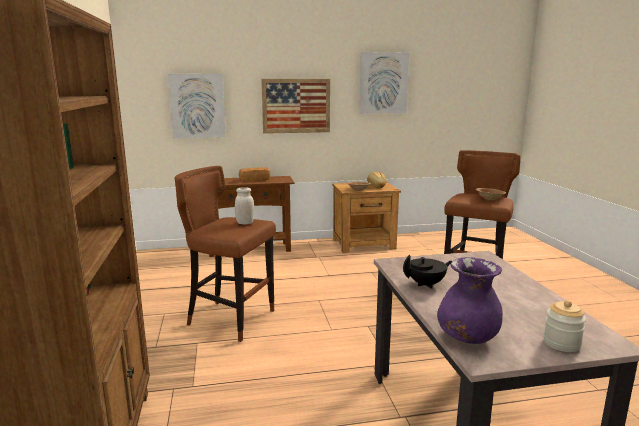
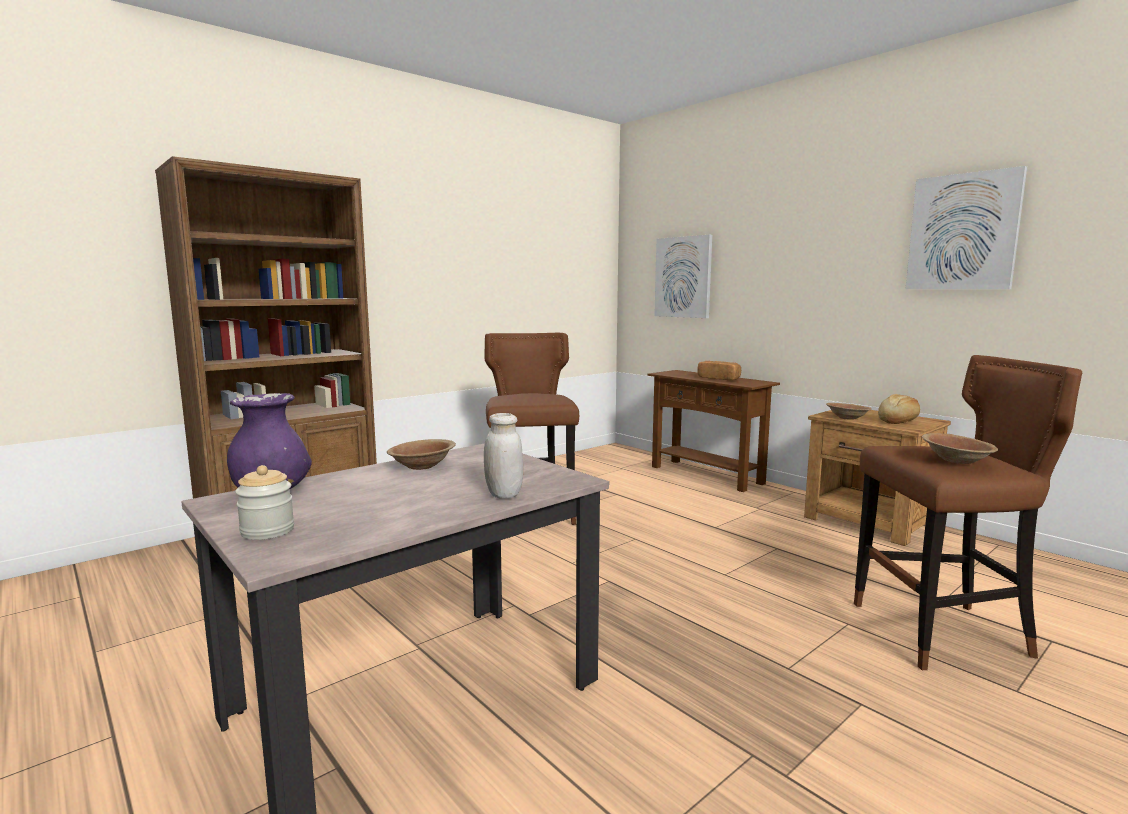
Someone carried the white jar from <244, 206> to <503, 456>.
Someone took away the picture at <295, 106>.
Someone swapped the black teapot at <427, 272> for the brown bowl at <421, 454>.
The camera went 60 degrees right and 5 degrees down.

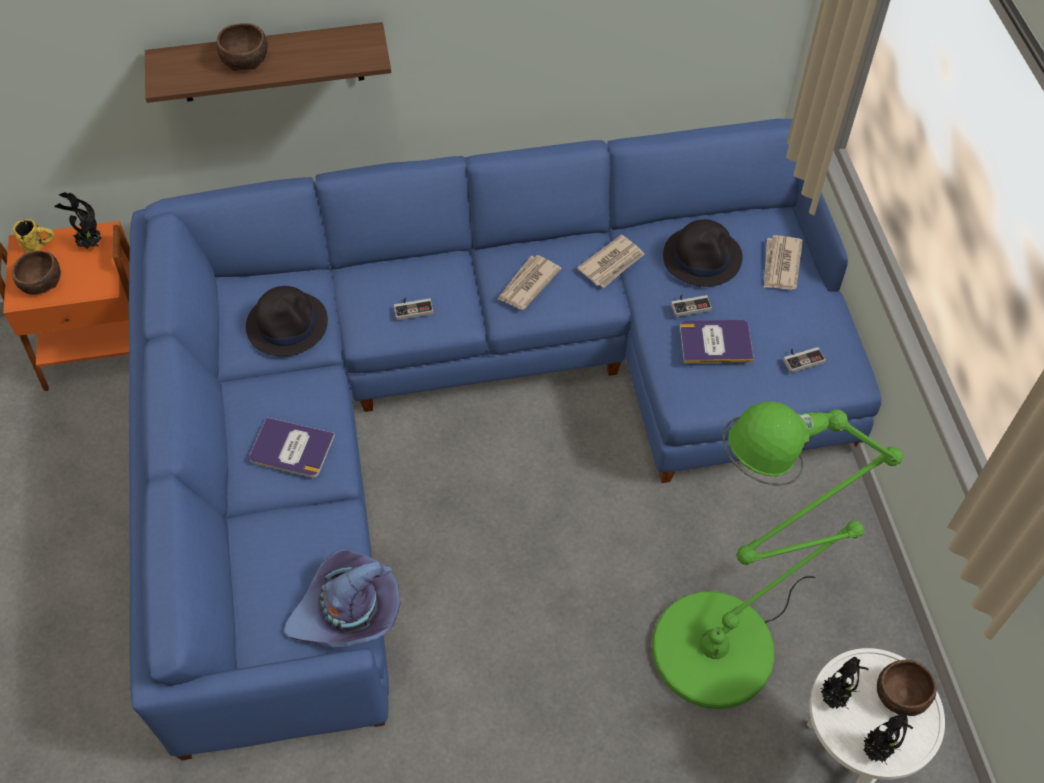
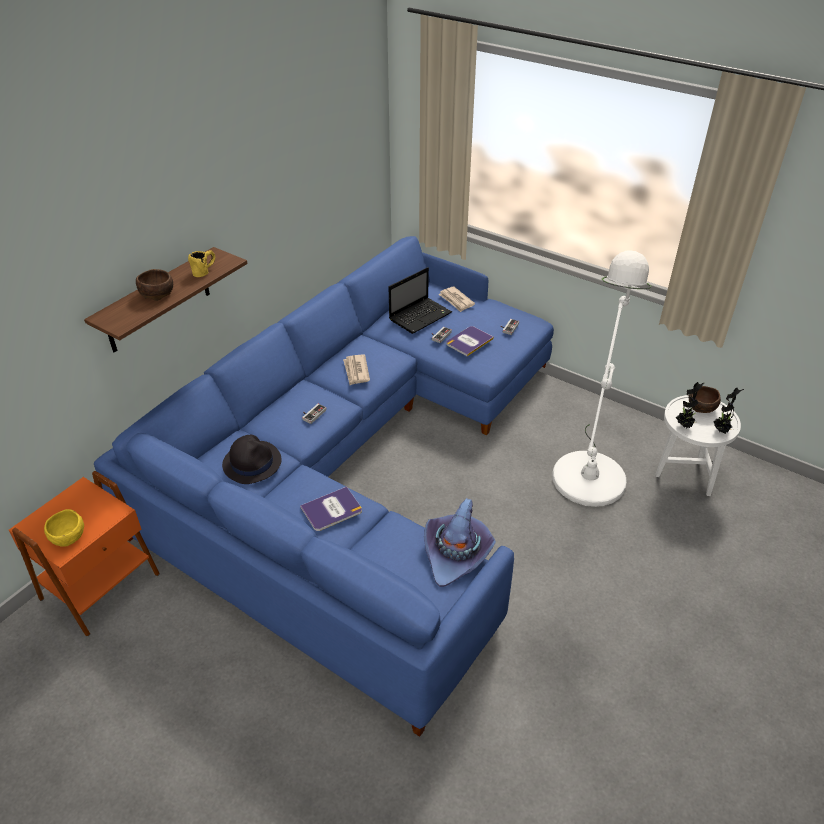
Someone carried the yellow mug from <33, 235> to <201, 264>.
Someone repainted the brown bowl at <37, 273>, which became the yellow bowl at <64, 528>.
Someone took away the potted plant at <77, 220>.
Someone took away the newspaper at <610, 261>.
Someone repainted the green floor lamp at <777, 555>, which became the white floor lamp at <601, 378>.
Someone swapped the black hat at <702, 253> for the laptop at <420, 300>.
The camera went 45 degrees left and 15 degrees down.

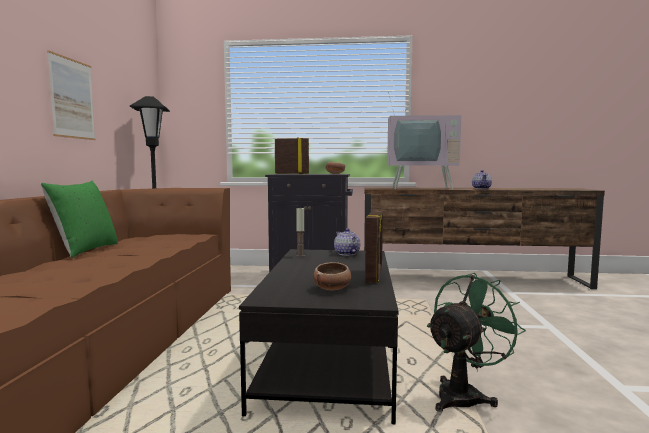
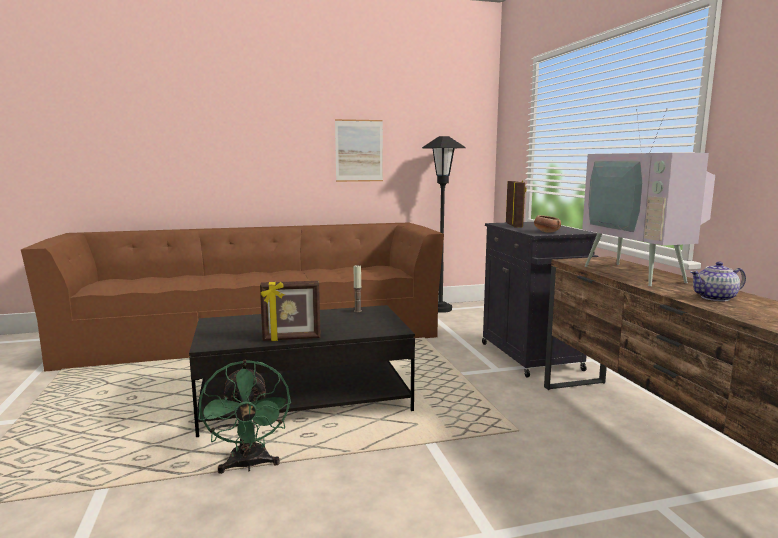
Someone took away the green pillow at <79, 219>.
Someone took away the bowl at <332, 276>.
Someone took away the teapot at <347, 242>.
Someone rotated the green fan at <476, 342> by 45 degrees clockwise.
The camera went 70 degrees right and 5 degrees up.

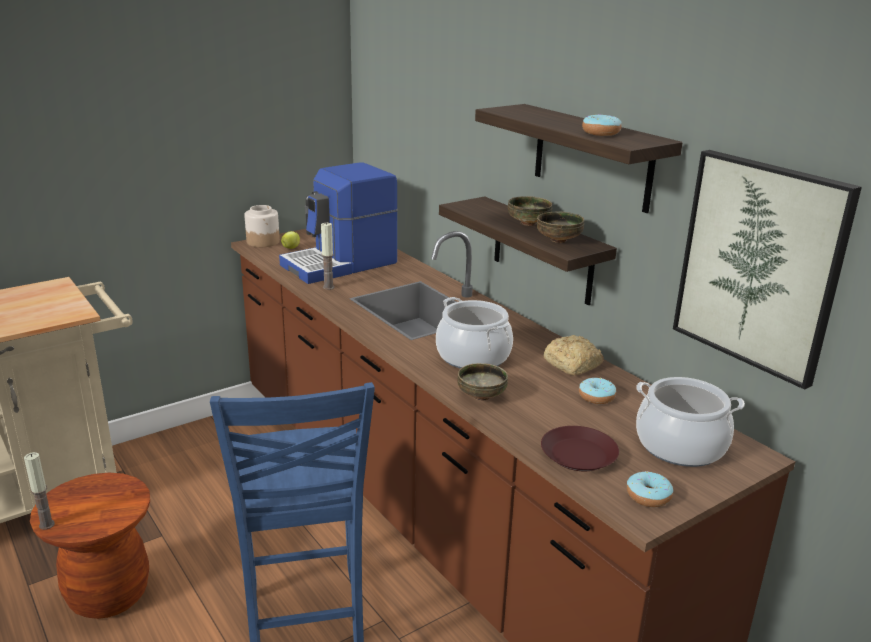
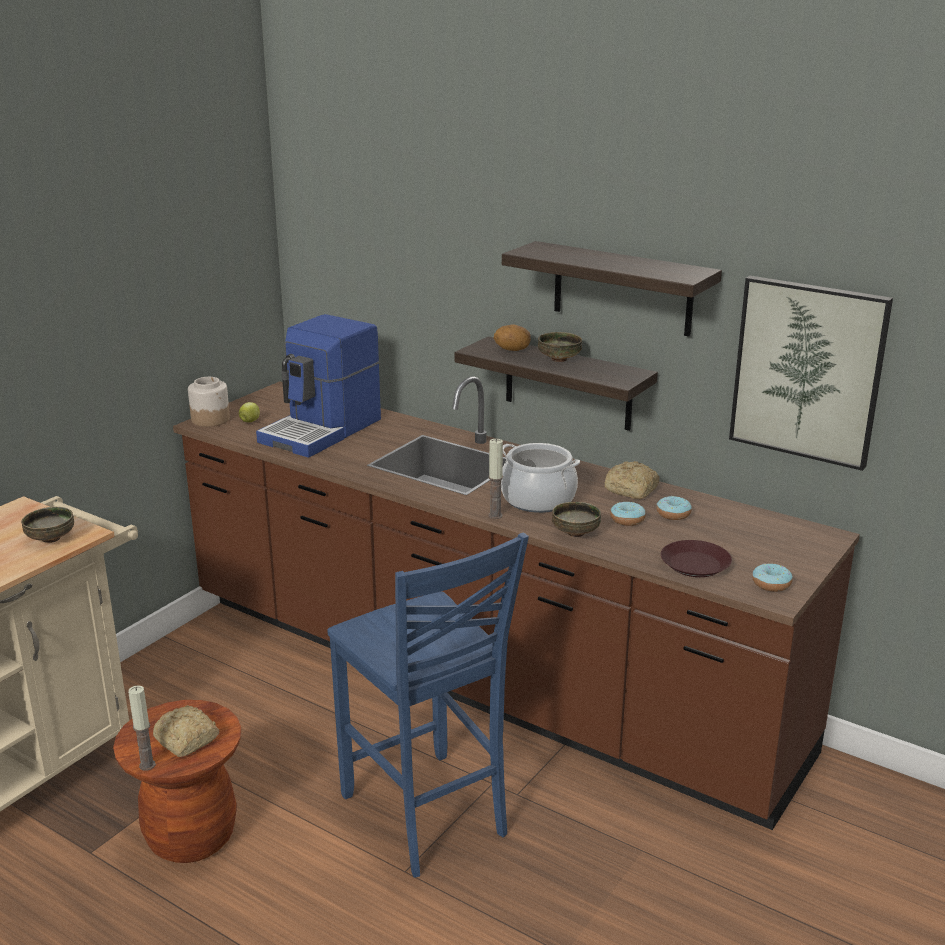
Someone carried the candle from <327, 256> to <495, 479>.
Someone carried the bowl from <560, 227> to <47, 525>.
Someone carried the donut from <602, 125> to <628, 514>.
Someone took away the cooking pot at <690, 422>.
Someone put down the bread at <186, 731>.
Someone put down the potato at <512, 337>.
The camera went 20 degrees left and 0 degrees up.

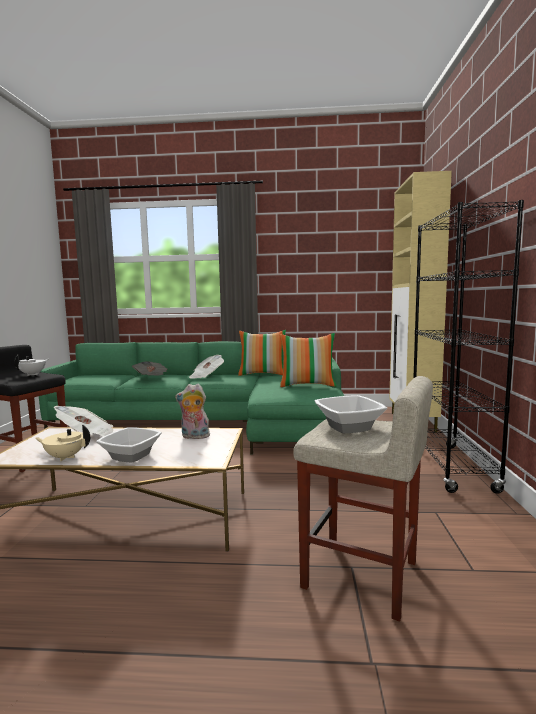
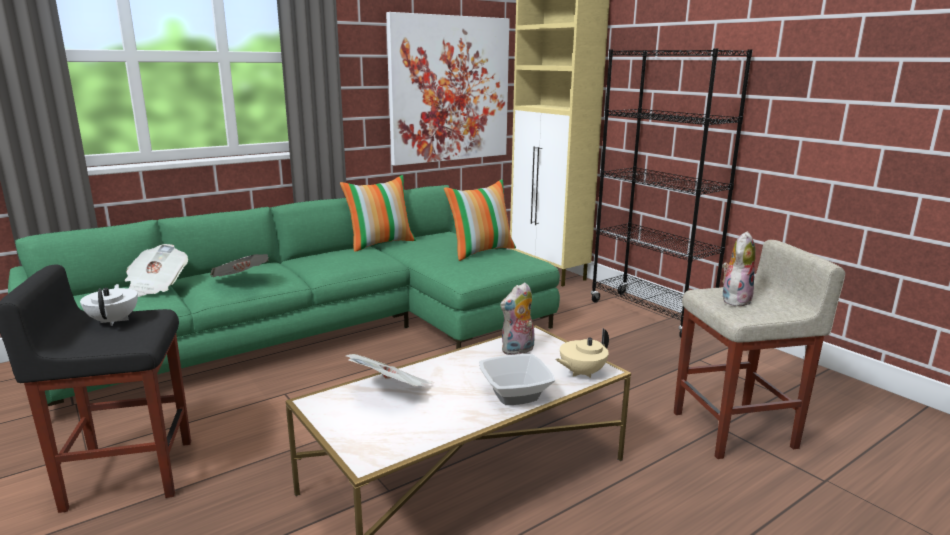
Someone carried the beige teapot from <62, 443> to <582, 353>.
Someone carried the newspaper from <206, 367> to <156, 270>.
Someone swapped the bowl at <350, 414> for the plush toy at <739, 268>.
Someone put up the picture at <448, 89>.
The camera went 40 degrees left and 10 degrees up.

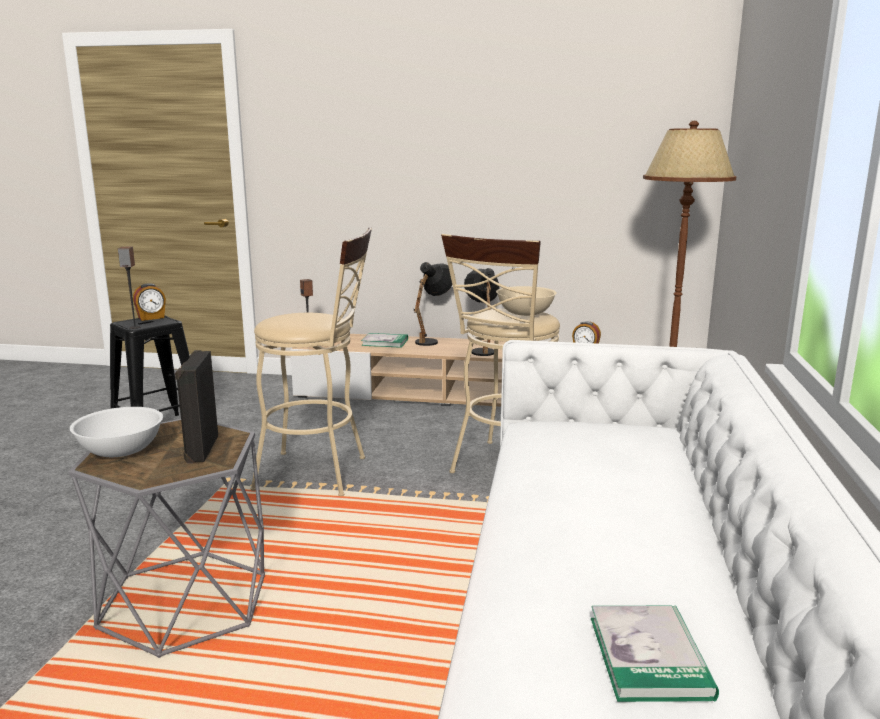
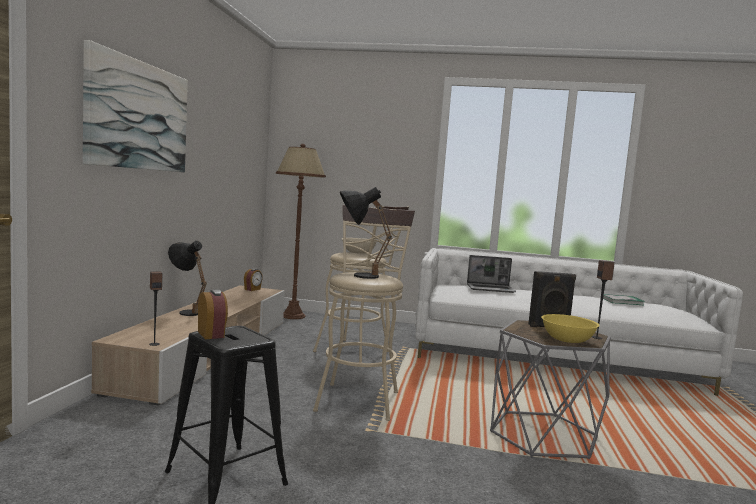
Someone repainted the white bowl at <116, 432>, which became the yellow bowl at <570, 328>.
Someone carried the speaker from <129, 288> to <603, 299>.
Someone took away the book at <384, 340>.
Someone carried the black table lamp from <481, 312> to <366, 233>.
Someone put up the picture at <135, 106>.
Someone put down the laptop at <491, 274>.
The camera went 90 degrees left and 10 degrees down.

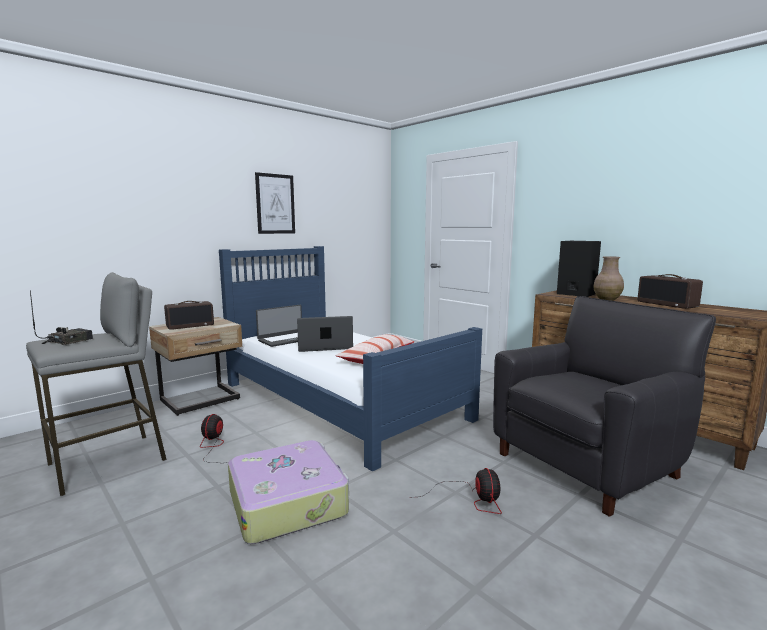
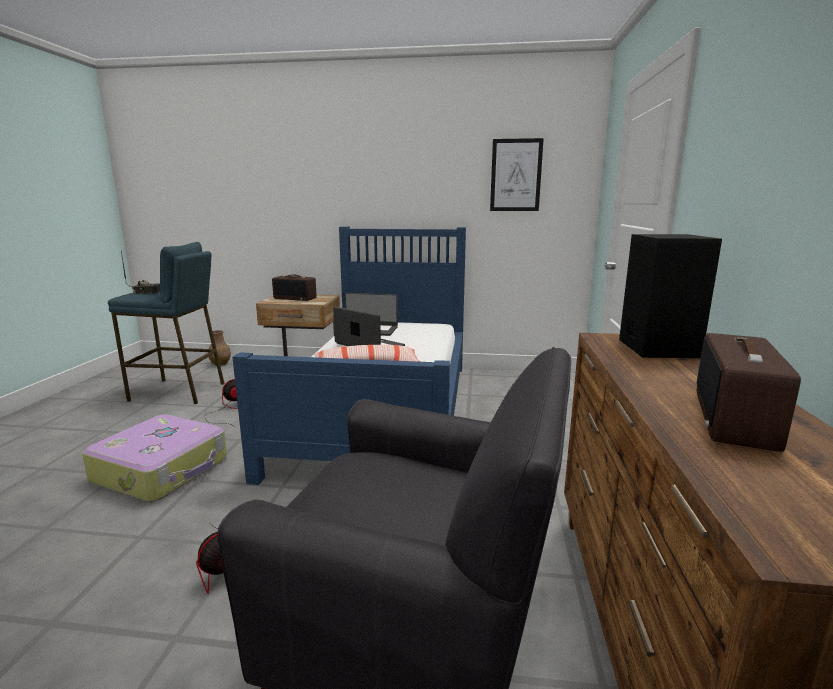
Someone repainted the grey stool at <96, 384>, which became the blue stool at <166, 323>.
Someone carried the picture from <275, 203> to <517, 174>.
Someone carried the brown vase from <608, 278> to <219, 347>.
The camera went 50 degrees right and 5 degrees up.

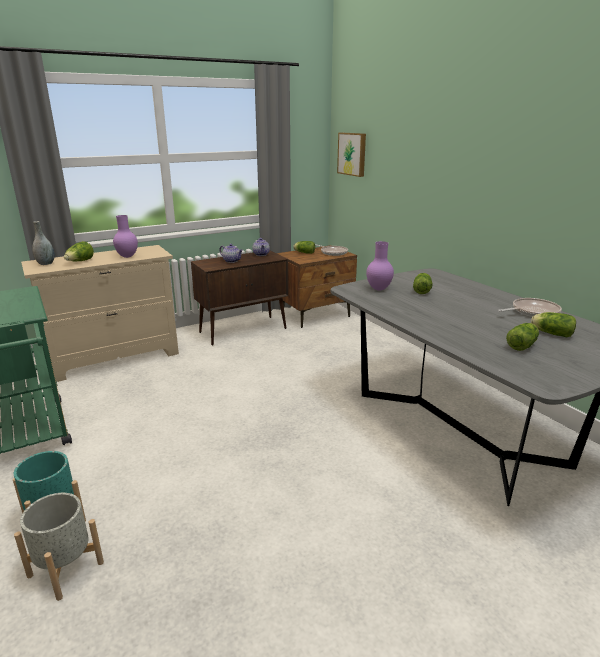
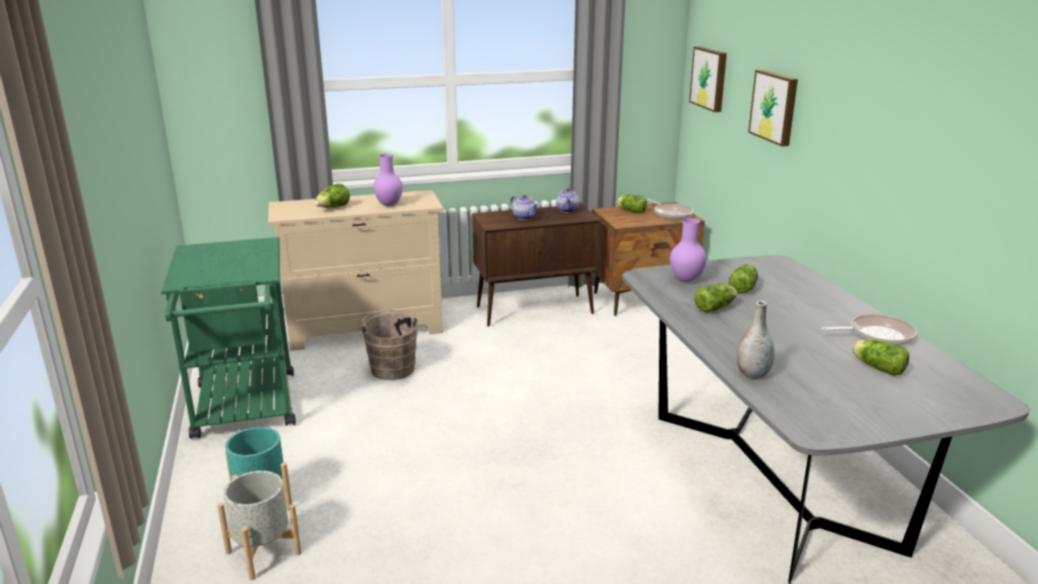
Someone carried the grey vase from <43, 243> to <755, 340>.
Someone carried the lettuce from <522, 337> to <715, 298>.
Someone put down the brown bucket at <389, 345>.
Someone put up the picture at <773, 108>.
The camera went 15 degrees right and 0 degrees up.

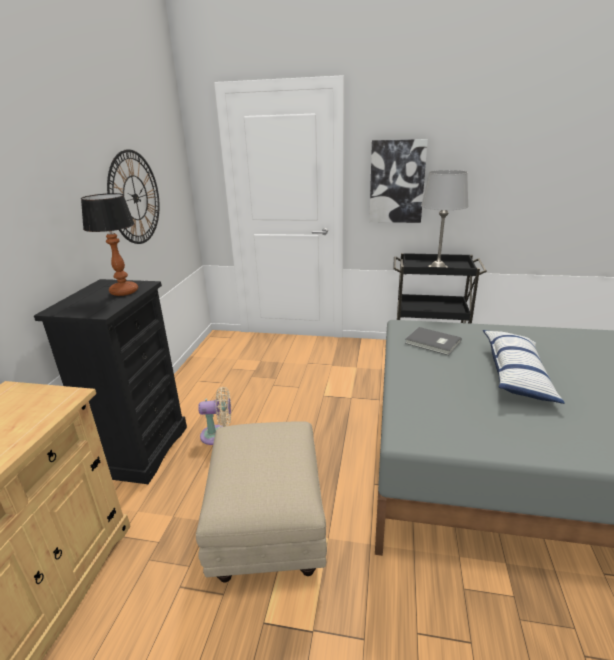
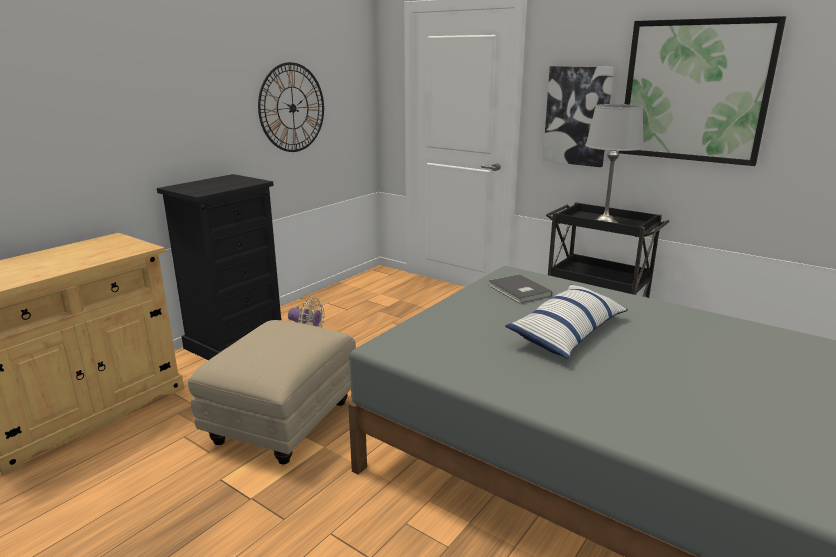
Someone took away the table lamp at <109, 244>.
Someone put up the picture at <702, 91>.
The camera went 25 degrees right and 5 degrees down.

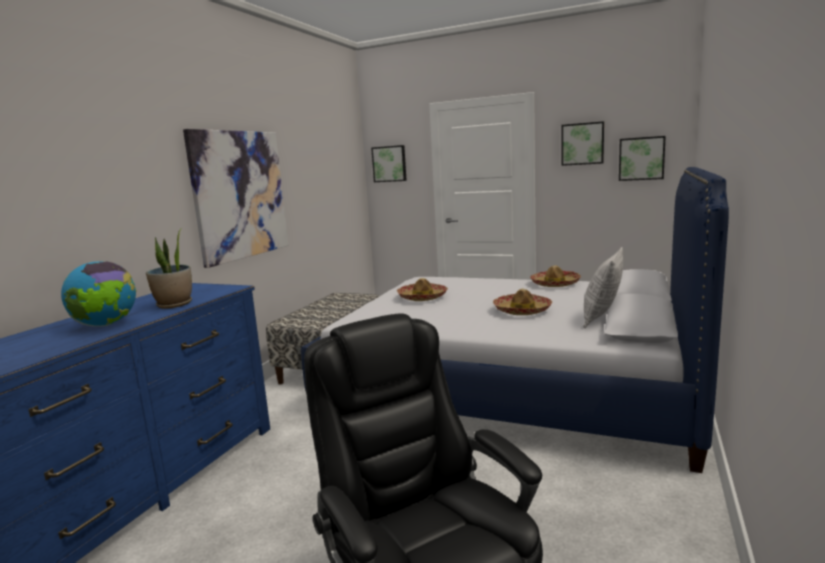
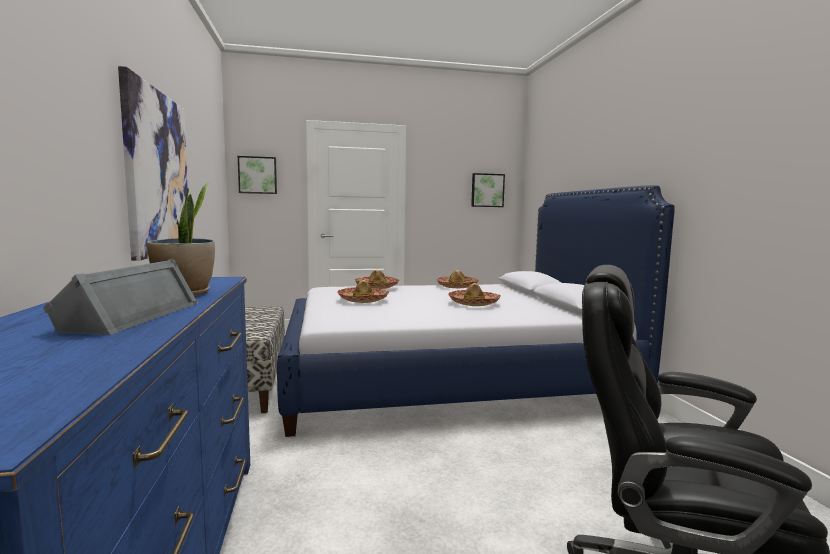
Someone swapped the globe at <98, 294> for the grey speaker at <121, 297>.
Someone took away the picture at <582, 143>.
Someone took away the pillow at <603, 287>.
Someone put down the hat at <376, 279>.
The camera went 35 degrees left and 5 degrees down.

